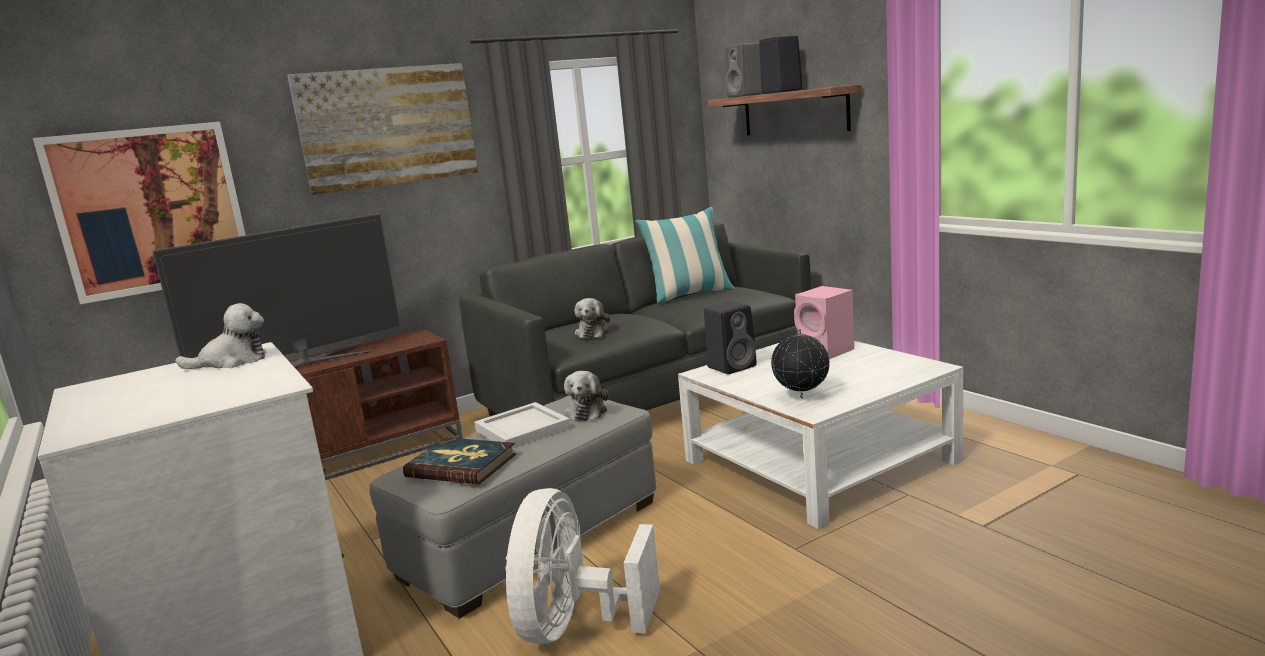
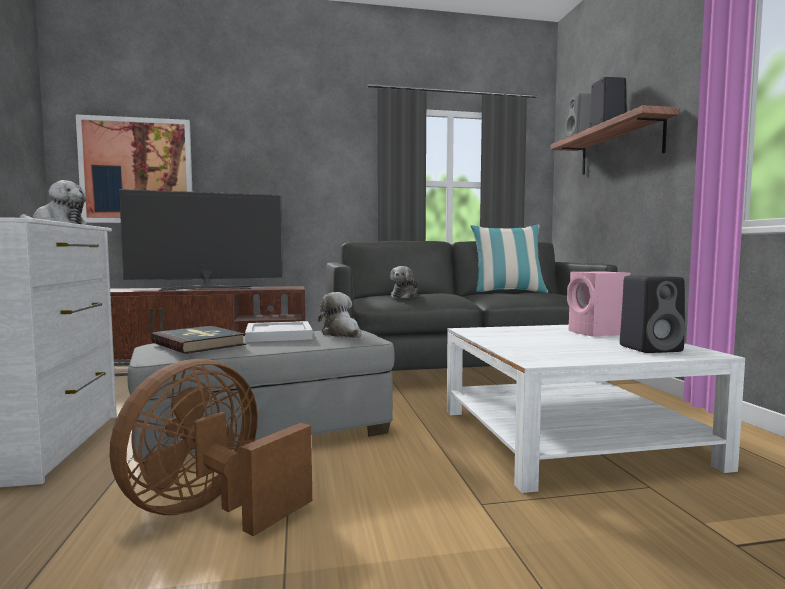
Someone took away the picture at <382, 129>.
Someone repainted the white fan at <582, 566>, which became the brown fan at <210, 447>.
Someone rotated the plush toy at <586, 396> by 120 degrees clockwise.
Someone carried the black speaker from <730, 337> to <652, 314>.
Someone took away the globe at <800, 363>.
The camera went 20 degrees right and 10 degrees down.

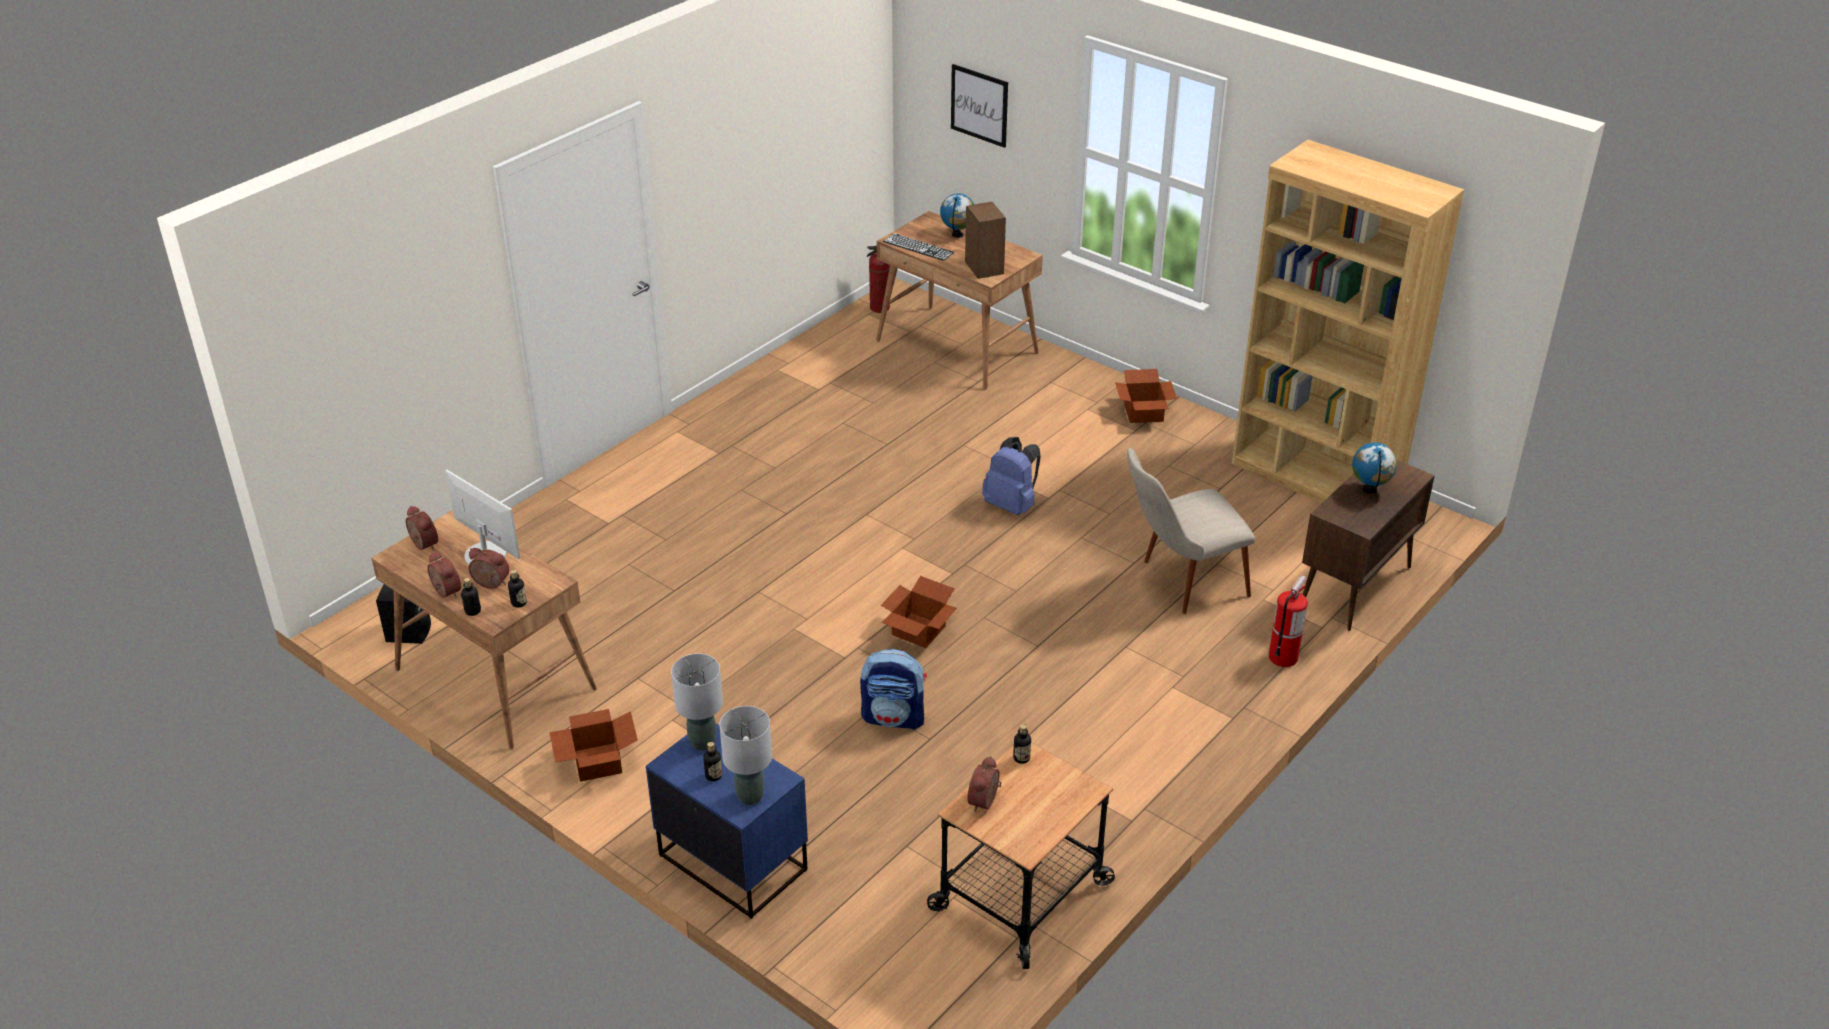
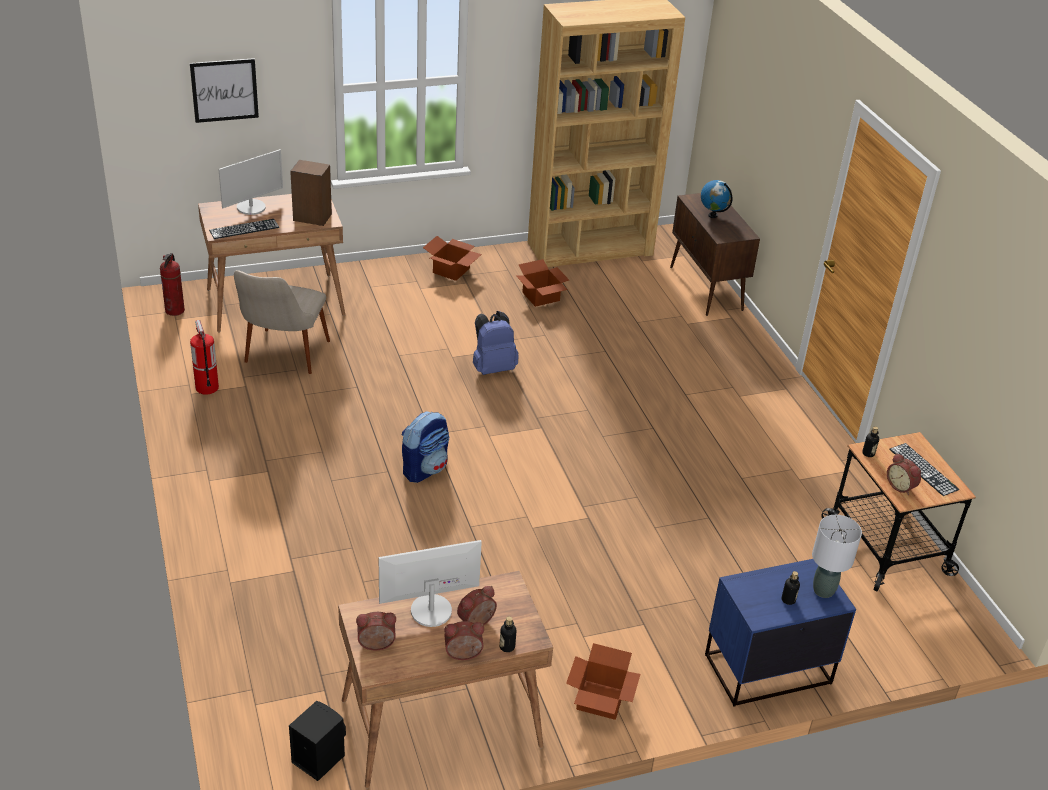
Someone took away the bottle at <517, 589>.
Someone took away the grey table lamp at <697, 702>.
Someone carried the backpack from <893, 689> to <426, 447>.
Someone carried the cardboard box from <919, 612> to <542, 283>.
Someone swapped the globe at <957, 216> for the monitor at <250, 182>.
Someone carried the beige chair from <1191, 531> to <282, 322>.
Someone carried the fire extinguisher from <1288, 621> to <204, 357>.
Someone put down the keyboard at <924, 469>.
The camera went 60 degrees left and 0 degrees up.

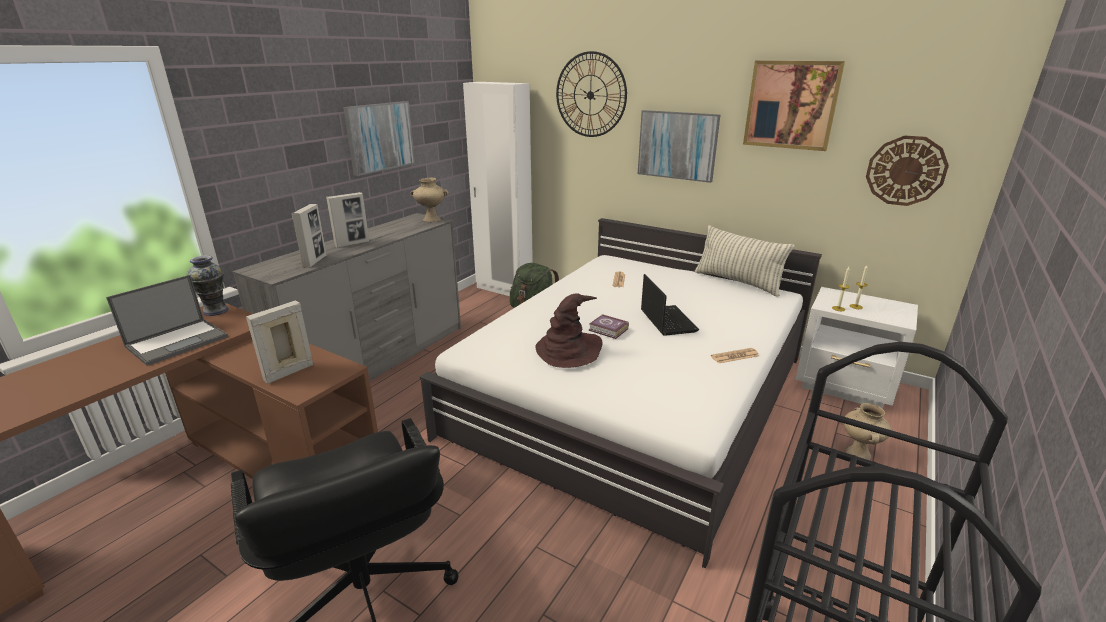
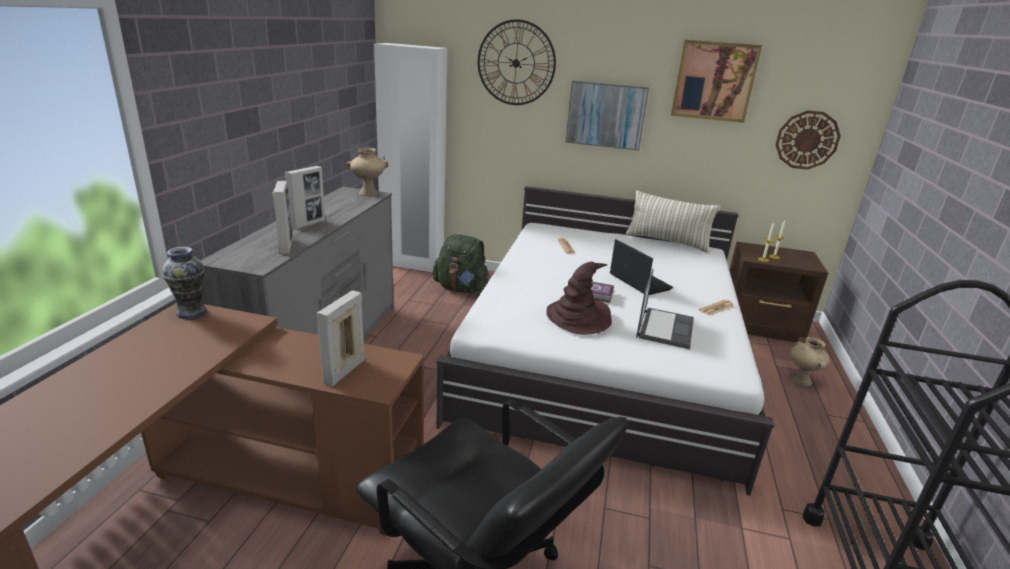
Someone carried the laptop from <167, 320> to <665, 309>.
Someone took away the picture at <379, 138>.
Someone repainted the white nightstand at <857, 348>, which became the brown nightstand at <778, 292>.
The camera went 20 degrees left and 0 degrees up.

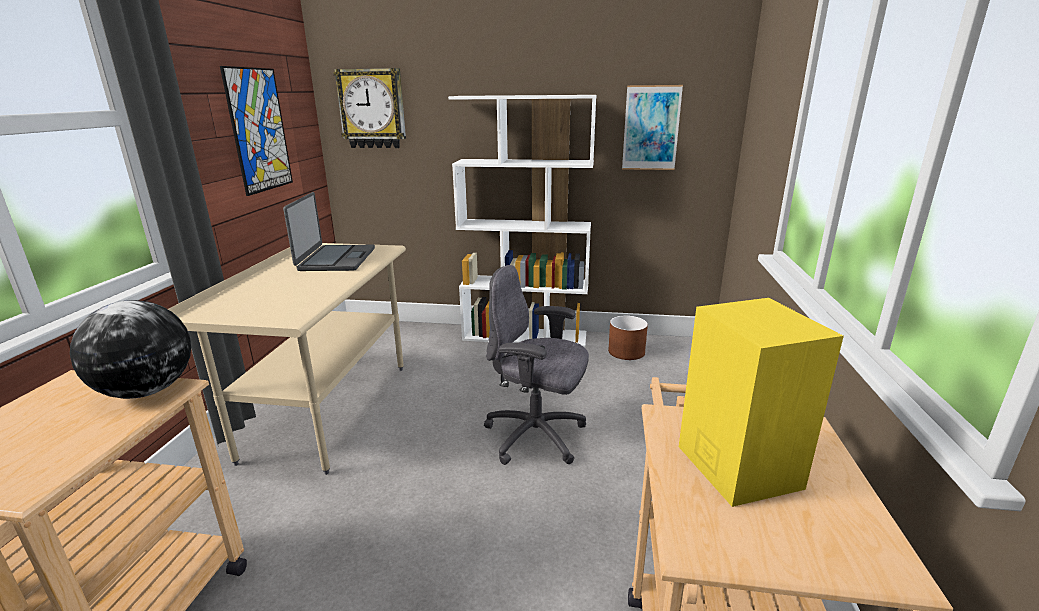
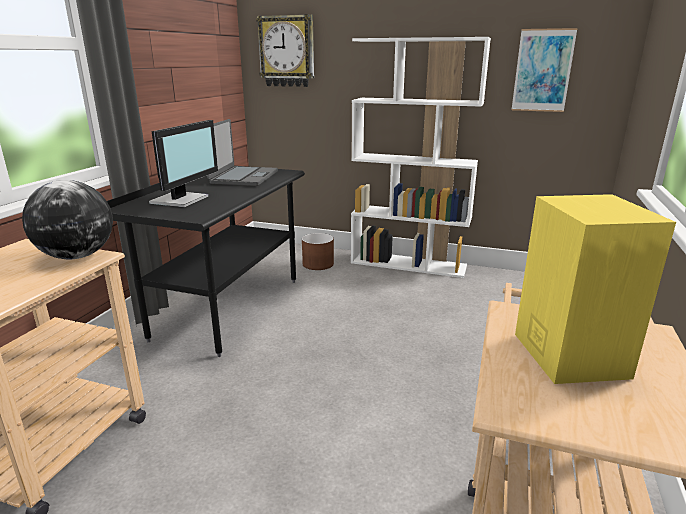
Someone repainted the beige desk at <287, 359>, which became the black desk at <206, 261>.
Someone took away the picture at <256, 131>.
Someone took away the grey office chair at <536, 365>.
Someone carried the brown planter from <628, 337> to <318, 251>.
Someone put down the monitor at <183, 163>.
The camera went 10 degrees right and 0 degrees up.

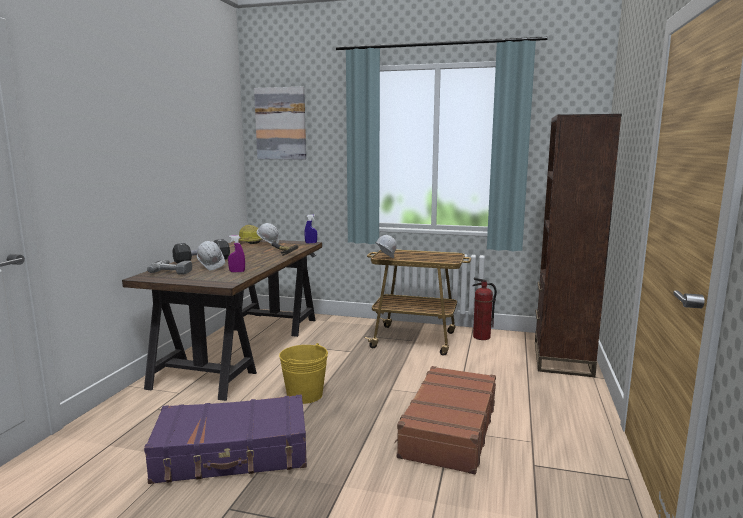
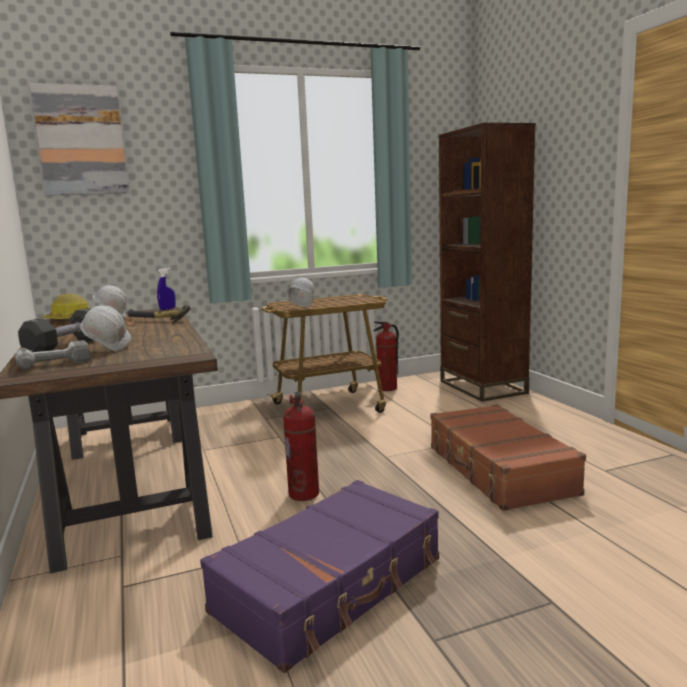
Someone took away the purple spray bottle at <236, 253>.
Someone swapped the yellow bucket at <303, 373> for the fire extinguisher at <301, 446>.
The camera went 35 degrees left and 0 degrees up.

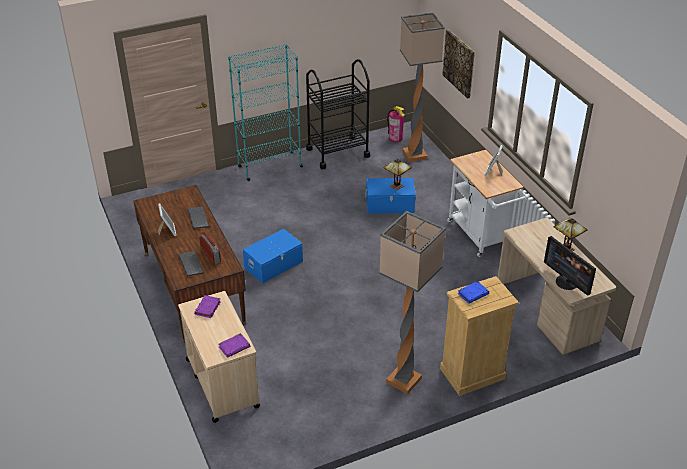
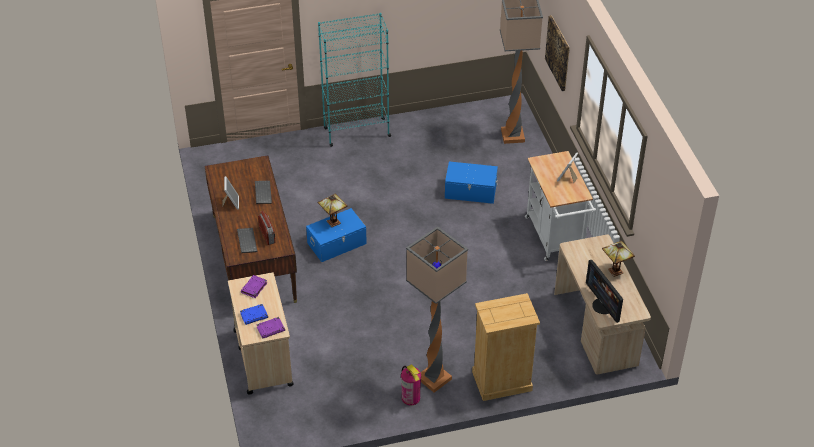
Someone took away the black cart at <338, 114>.
Someone carried the table lamp from <397, 174> to <333, 210>.
Someone carried the fire extinguisher from <396, 124> to <411, 385>.
Someone carried the blue book from <473, 292> to <254, 314>.
The camera went 10 degrees right and 5 degrees up.

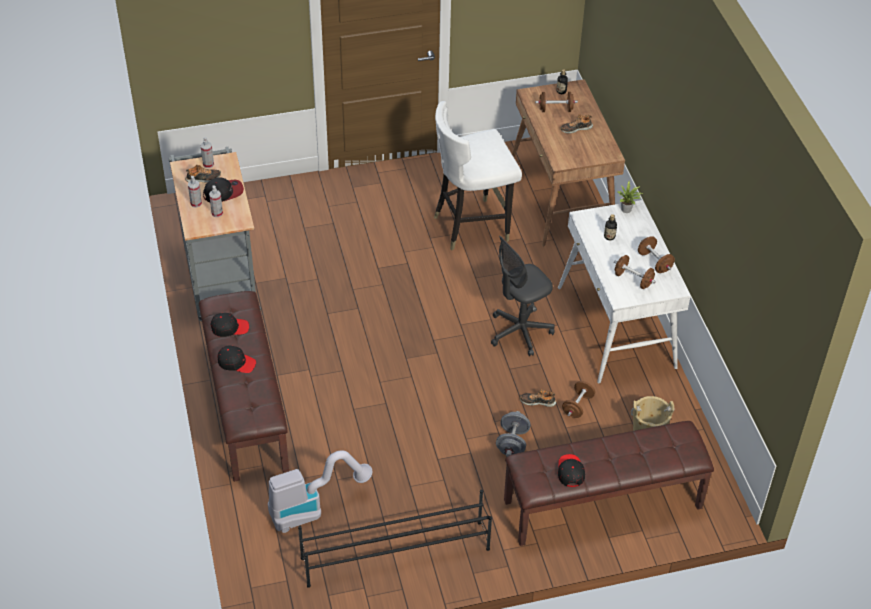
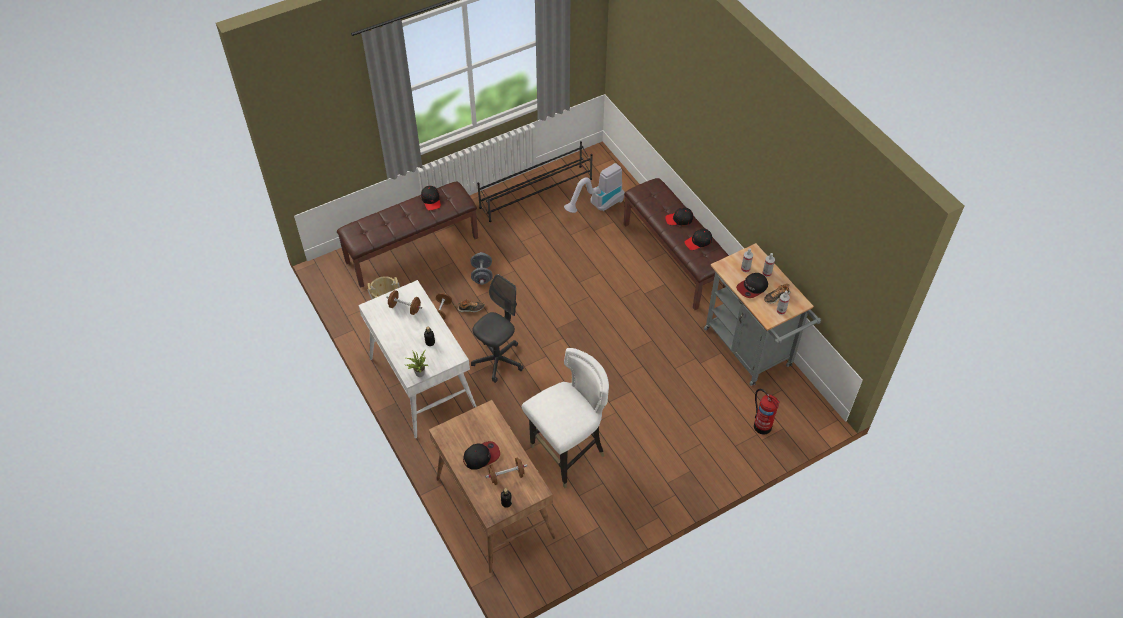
Someone swapped the shoe at <577, 123> for the cap at <481, 455>.
Someone took away the brown dumbbell at <656, 254>.
Someone put down the fire extinguisher at <767, 412>.
The camera went 165 degrees right and 5 degrees up.

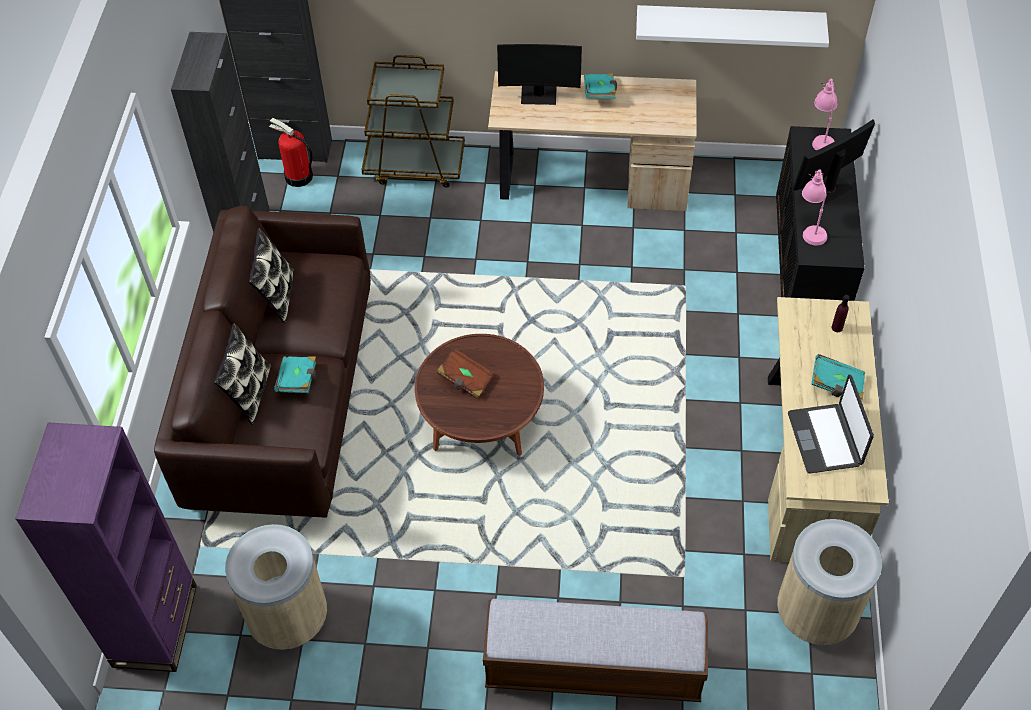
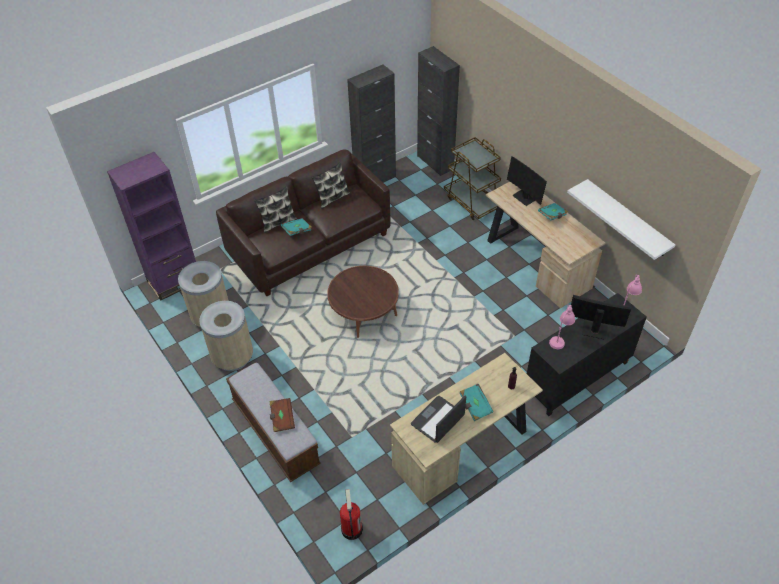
Someone carried the fire extinguisher from <291, 152> to <351, 514>.
Someone carried the brown book from <465, 373> to <282, 415>.
Someone carried the beige trash can from <829, 582> to <226, 336>.
The camera went 50 degrees right and 5 degrees down.

